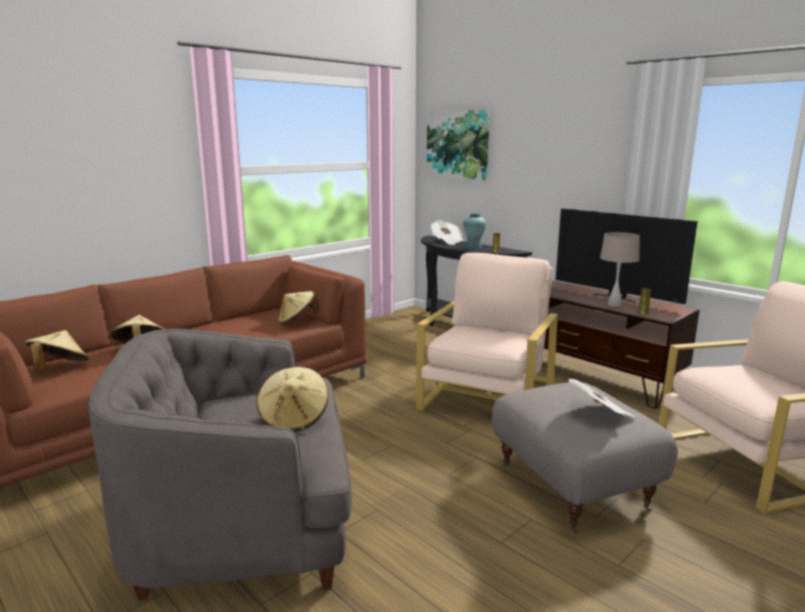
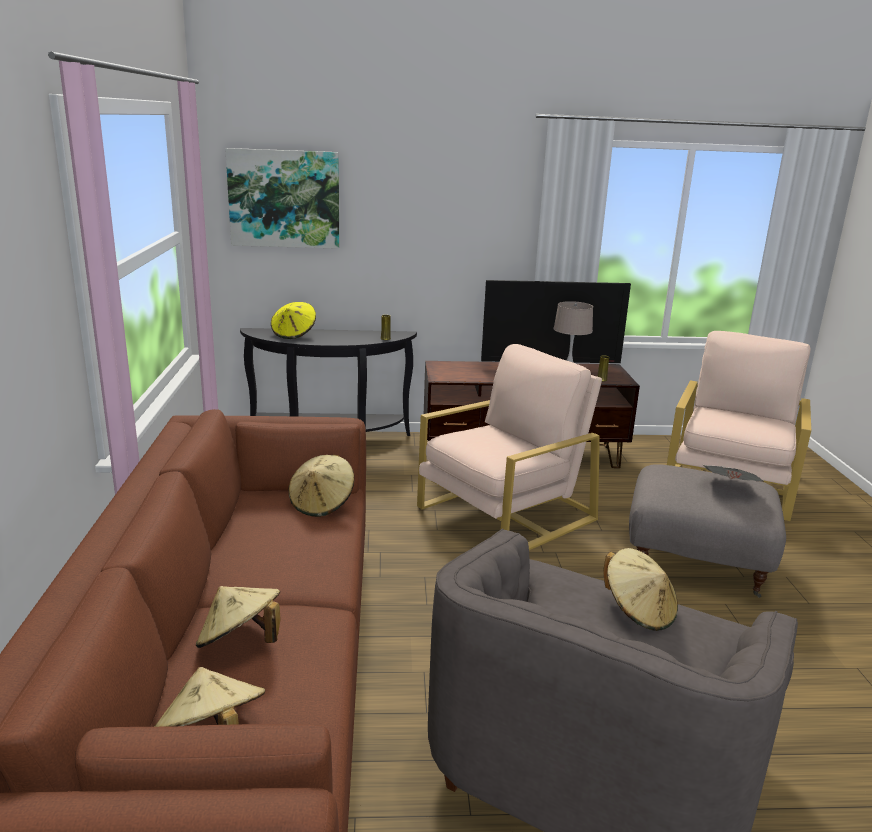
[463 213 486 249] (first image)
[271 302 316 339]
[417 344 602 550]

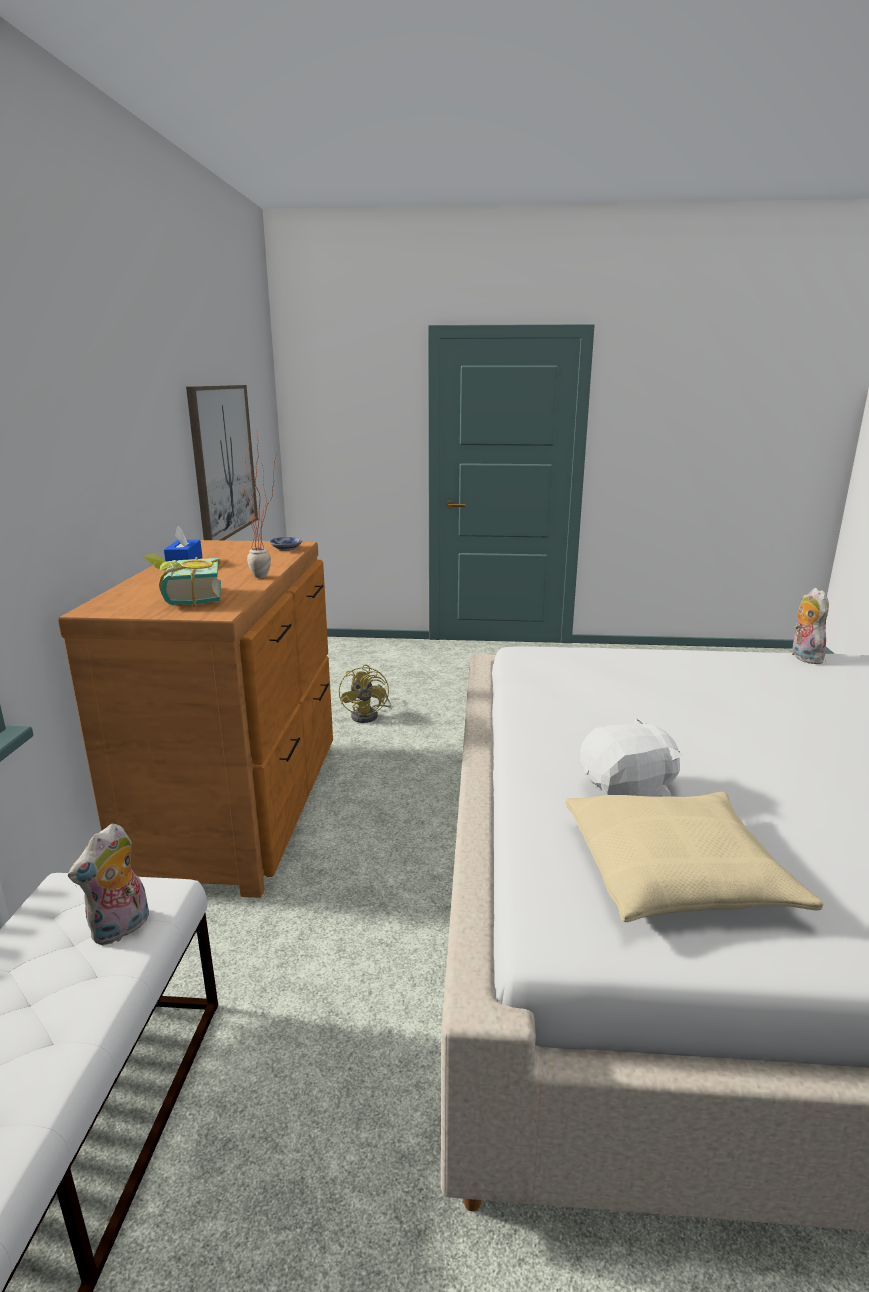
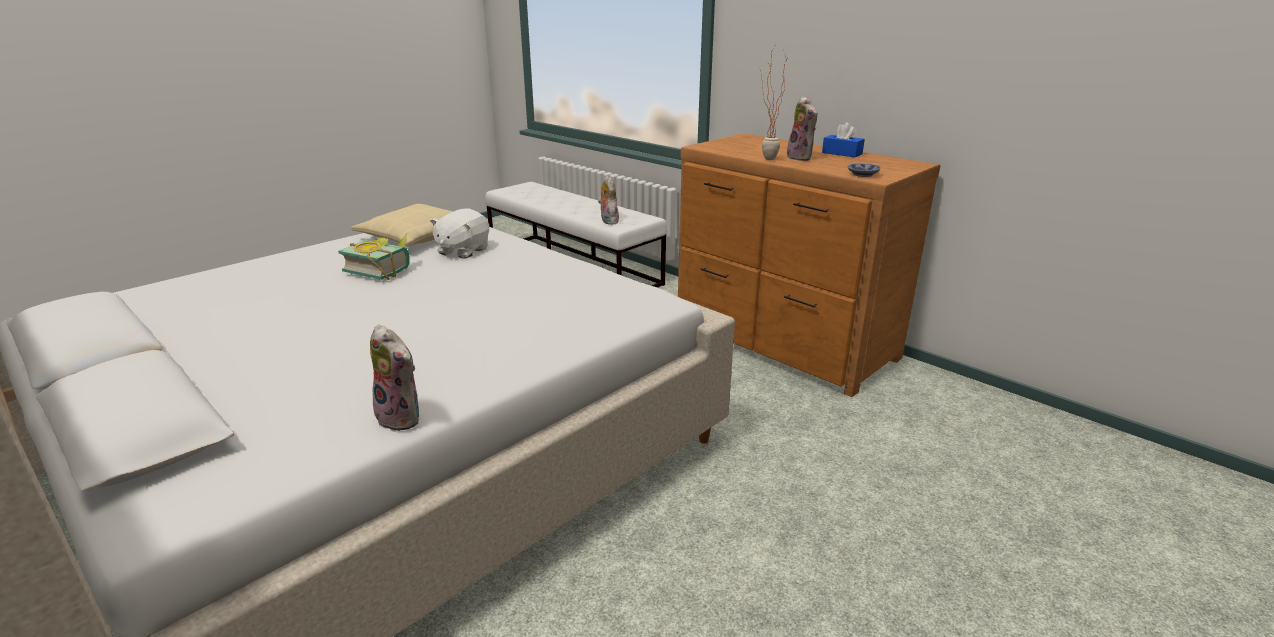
[186 385 258 540] (first image)
[338 233 410 280]
[339 664 391 723] (first image)
[785 96 817 161]

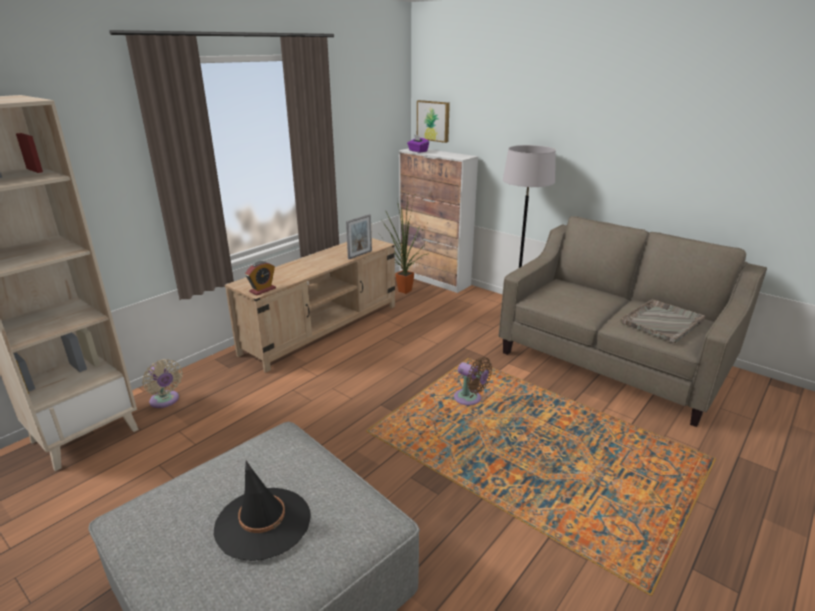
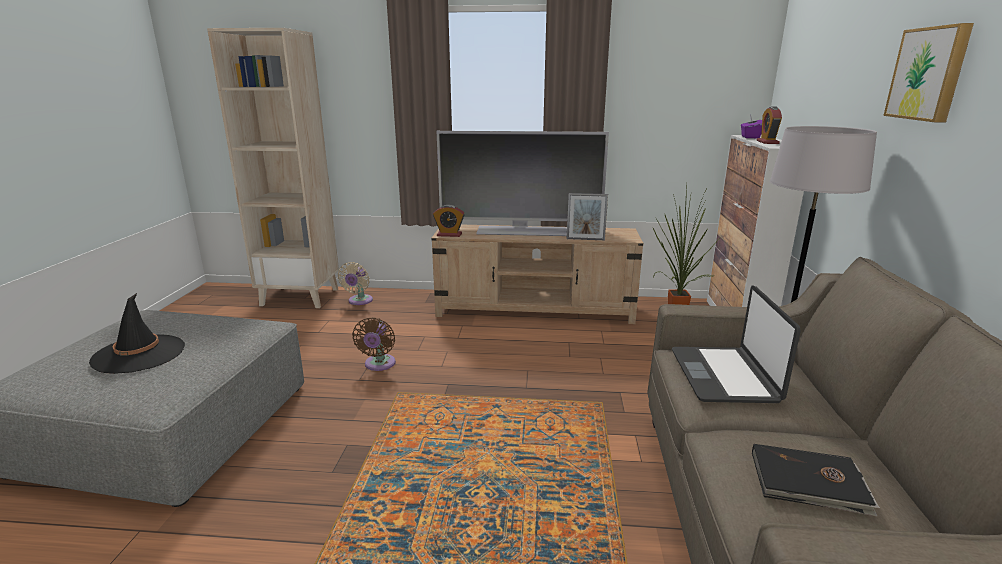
[883 23 974 122]
[752 444 880 517]
[352 317 396 371]
[757 107 782 144]
[436 131 609 236]
[672 285 801 403]

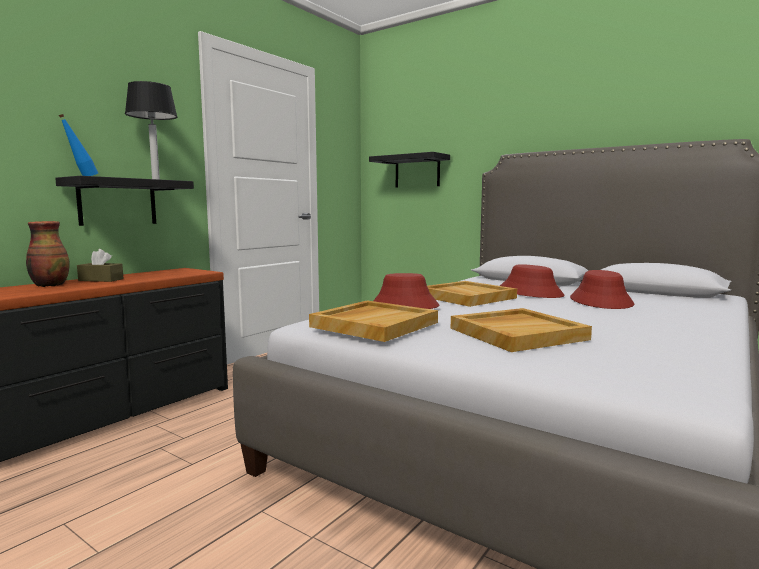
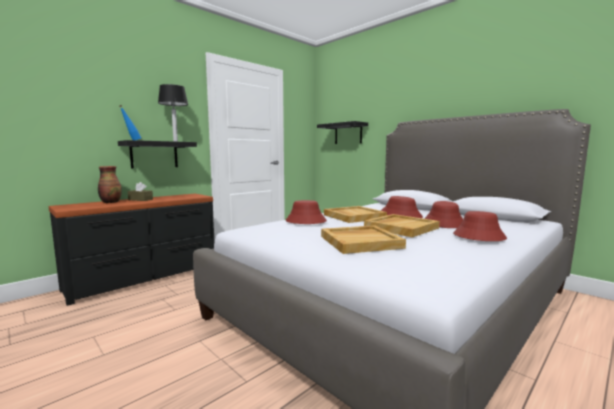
[364 214 440 237]
[453 211 507 241]

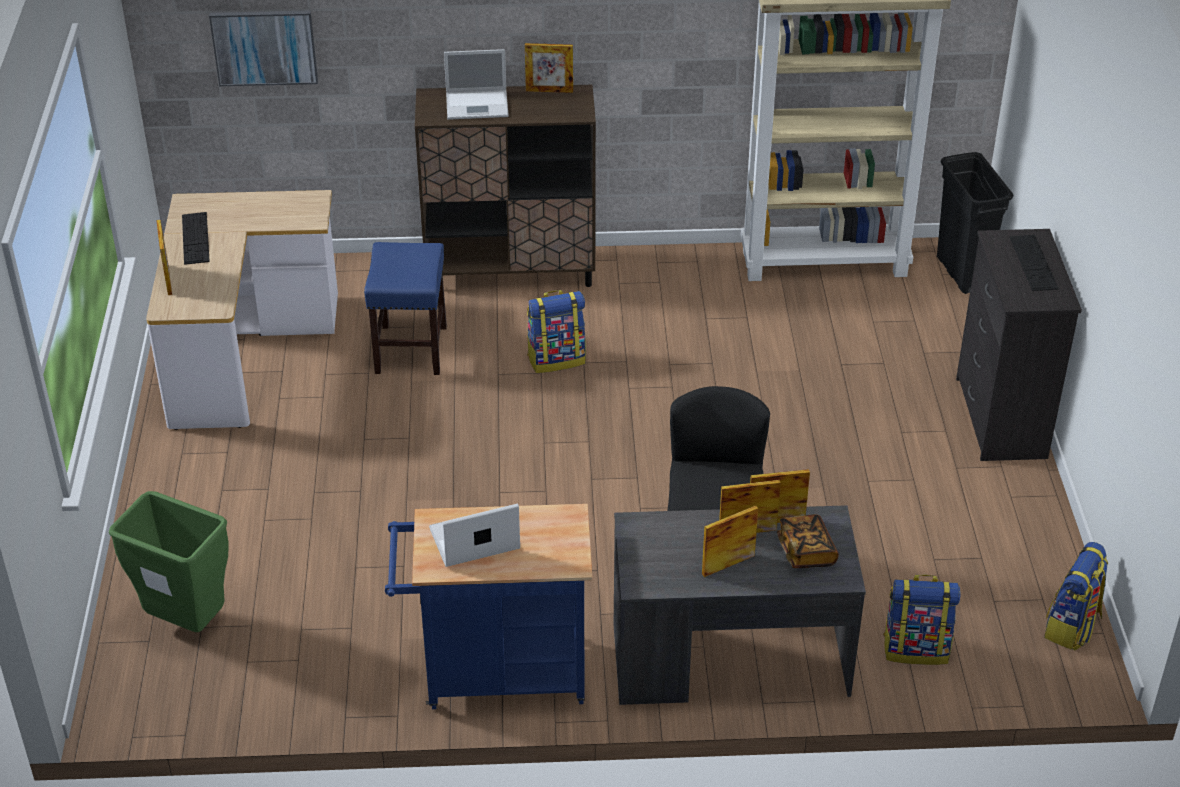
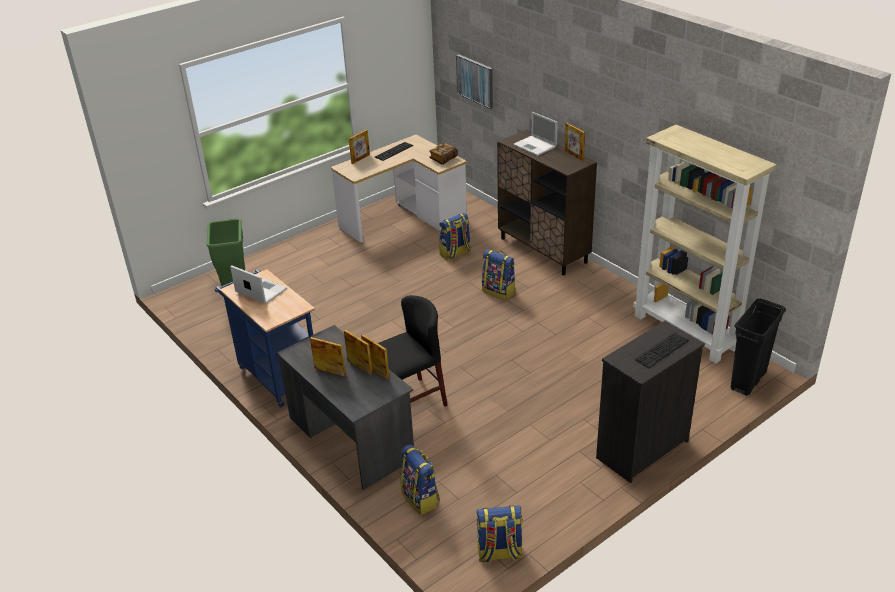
[439 213 471 261]
[429 143 458 165]

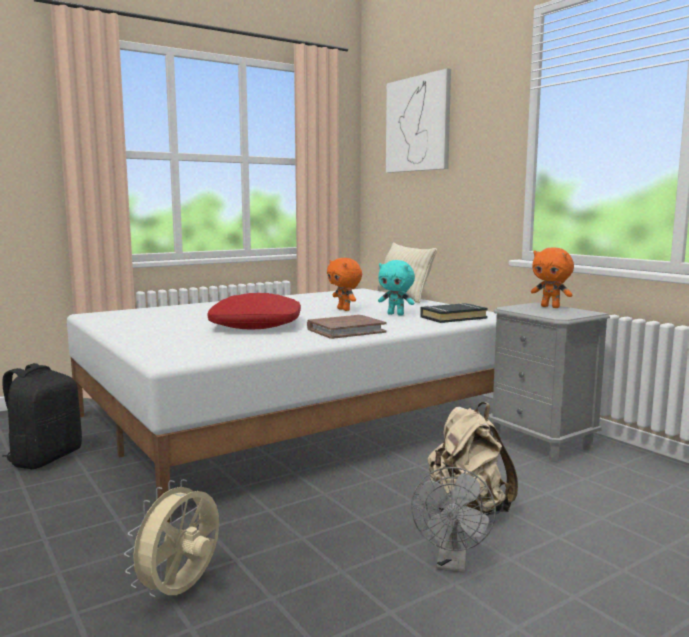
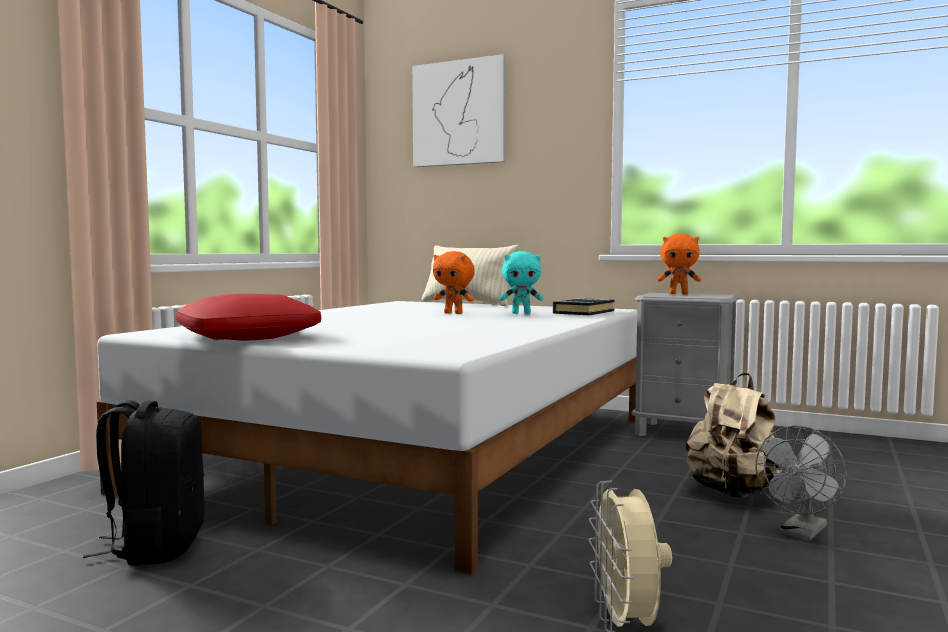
[176 294 321 341]
[307 315 387 339] (first image)
[756 426 847 541]

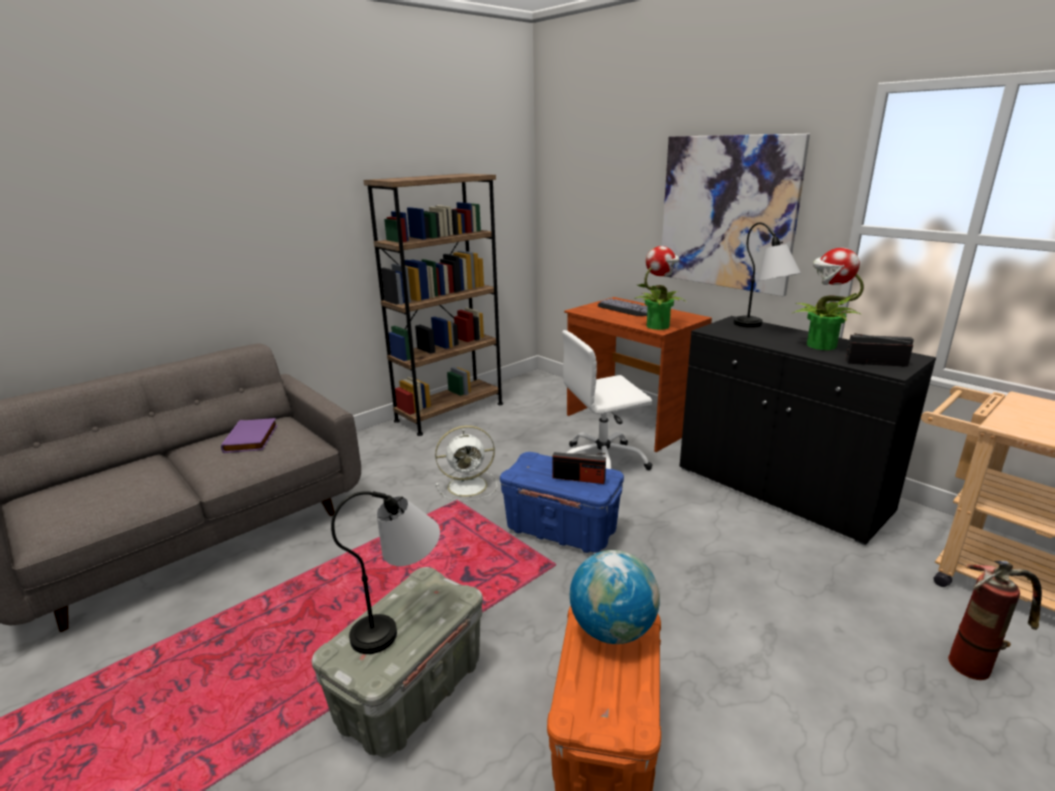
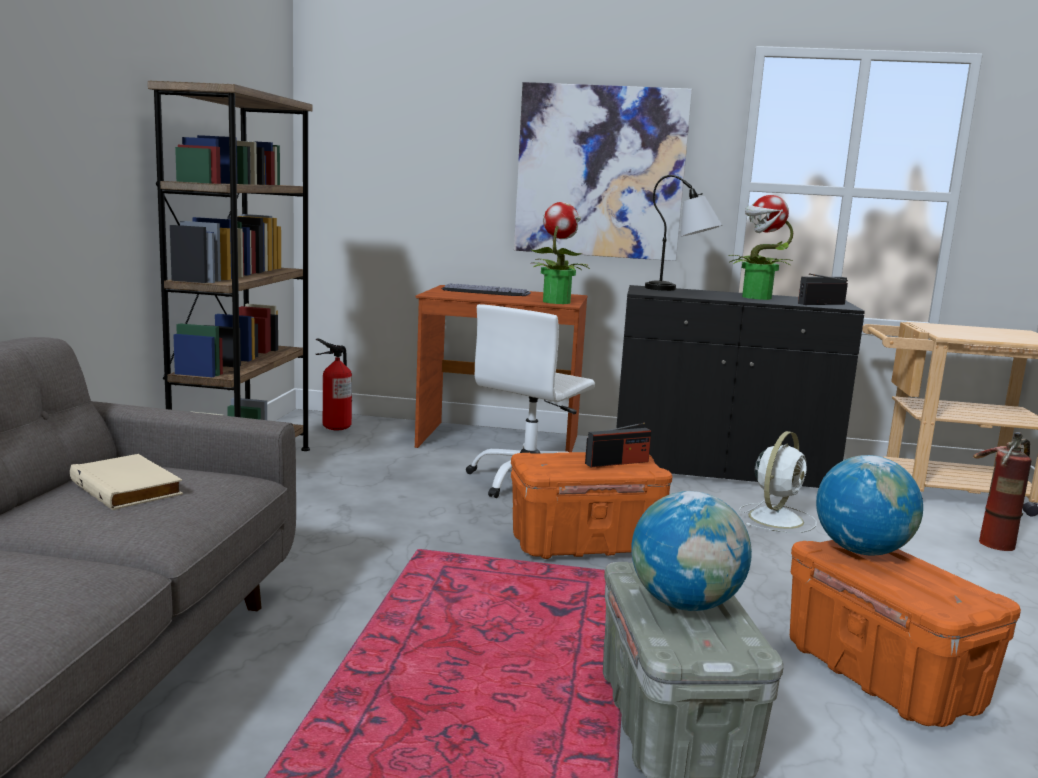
[70 454 183 510]
[739 431 817 533]
[511 452 672 559]
[631 491 752 611]
[316 339 352 430]

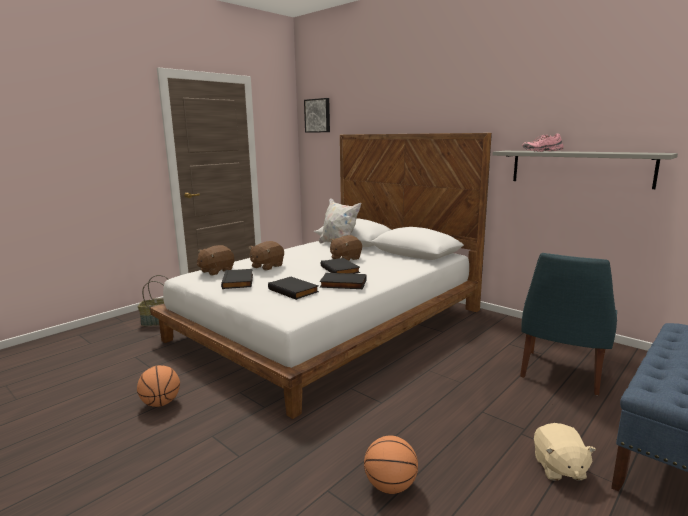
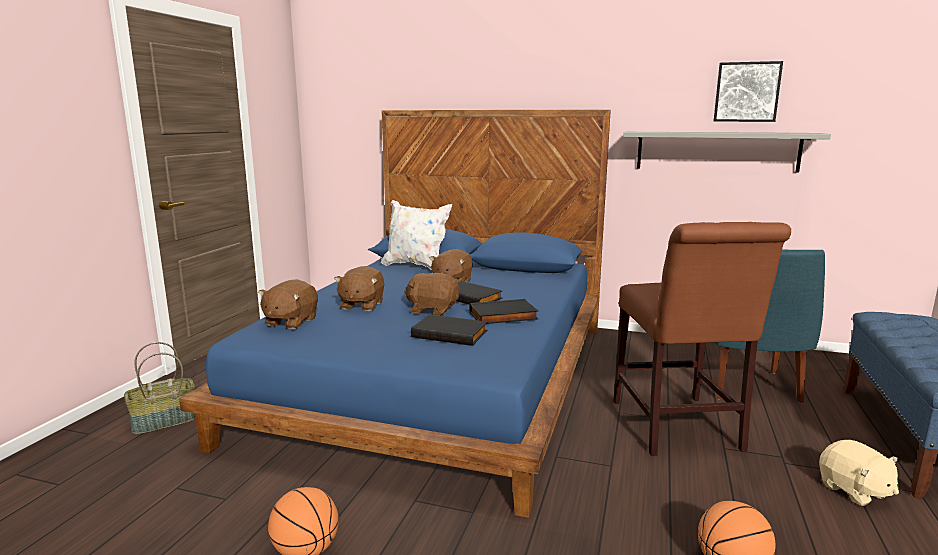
[714 61 783 122]
[179 109 611 518]
[522 134 564 152] (first image)
[221 269 253 289] (first image)
[614 222 791 456]
[404 273 460 316]

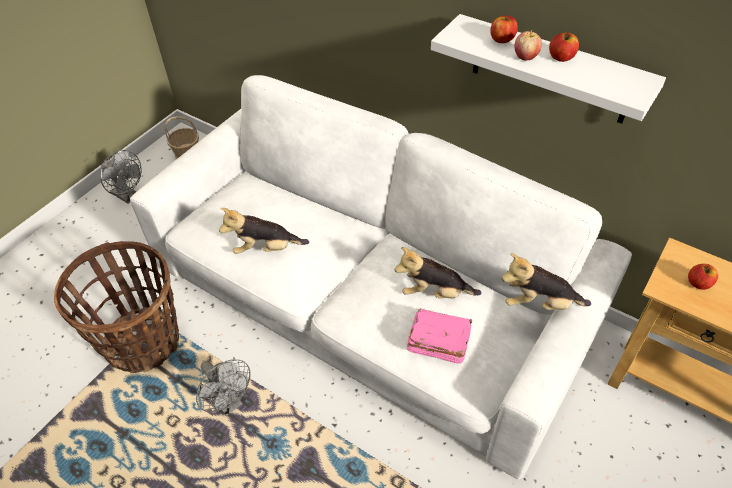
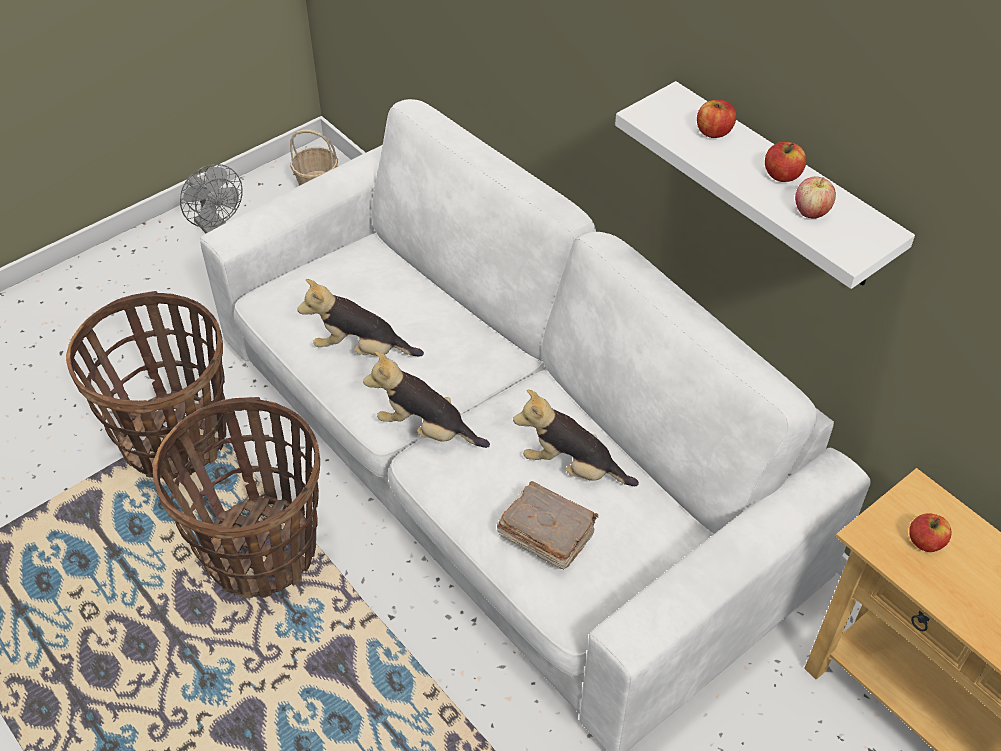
[795 176 836 219]
[363 351 490 448]
[497 481 598 569]
[153 397 320 598]

